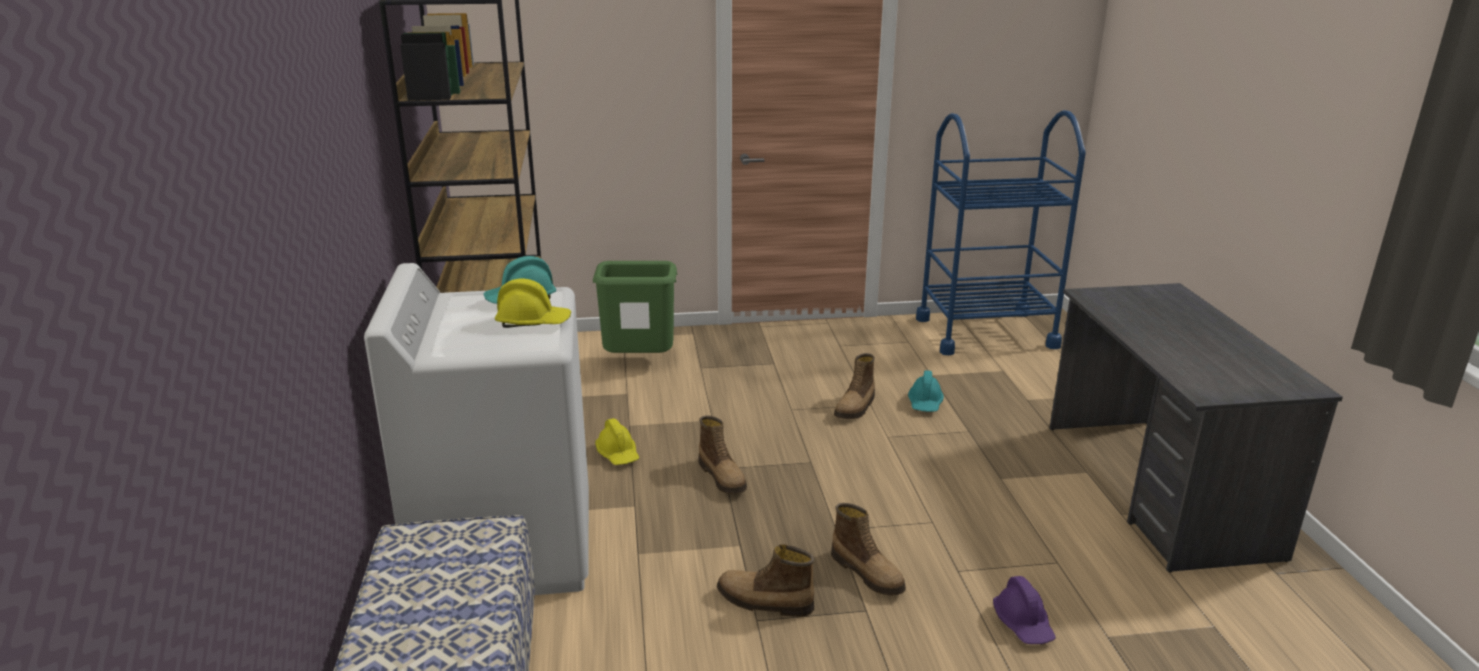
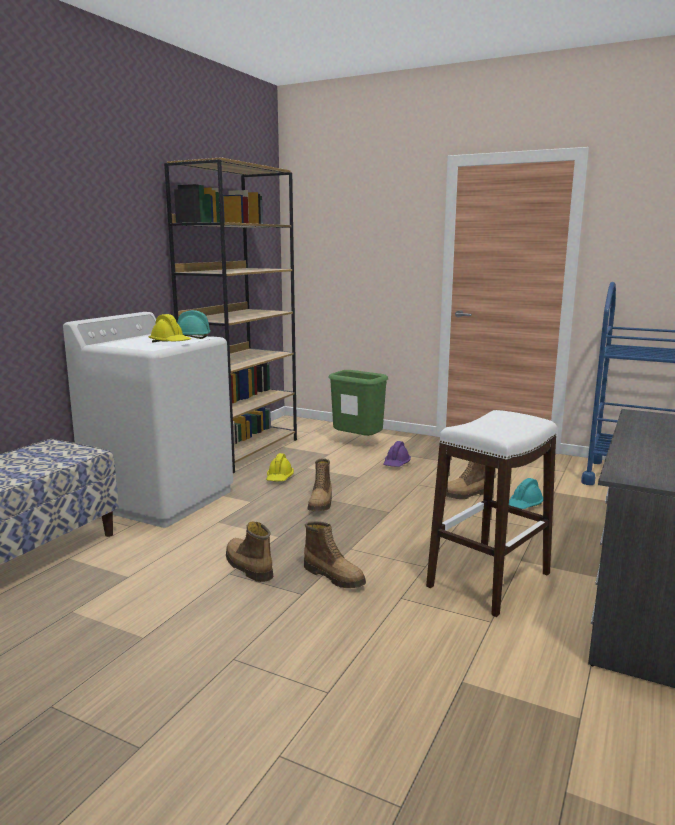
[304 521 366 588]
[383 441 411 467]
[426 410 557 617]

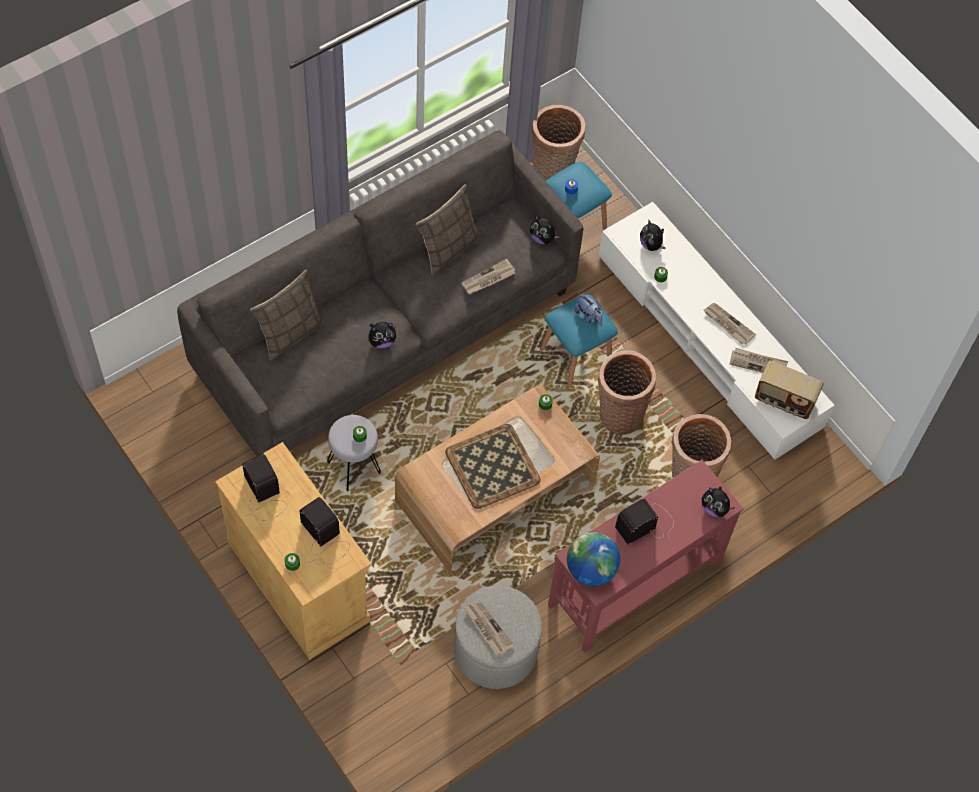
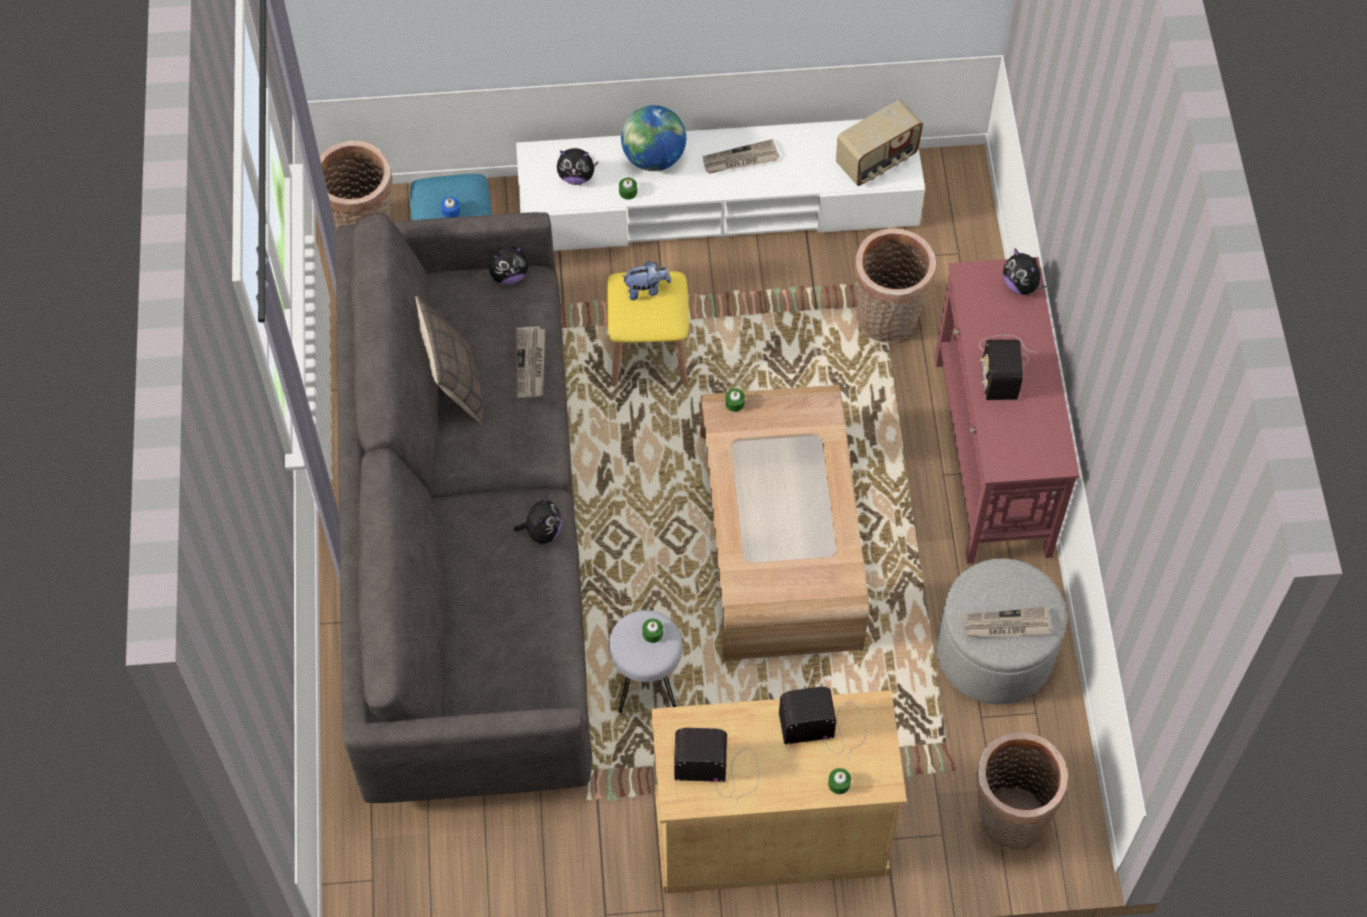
[250 270 325 361] (first image)
[607 271 689 386]
[729 348 788 373] (first image)
[975 732 1068 850]
[445 424 541 509] (first image)
[1003 249 1046 295]
[621 105 686 171]

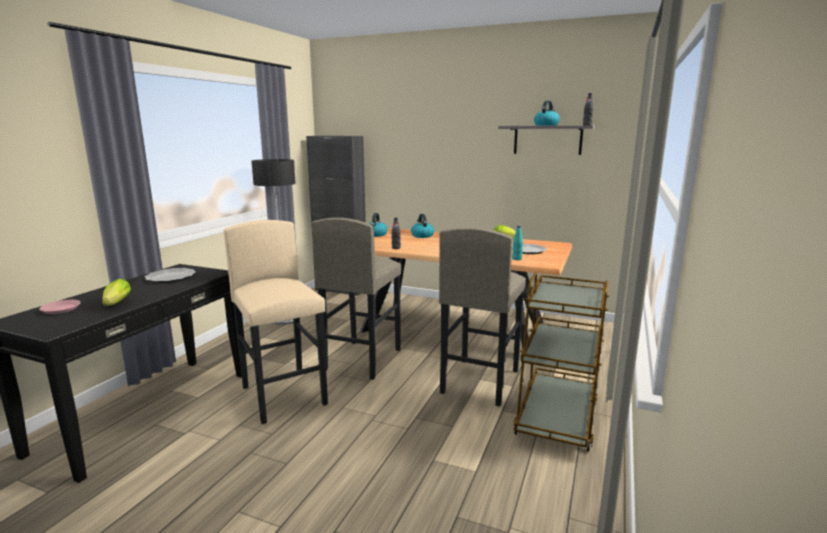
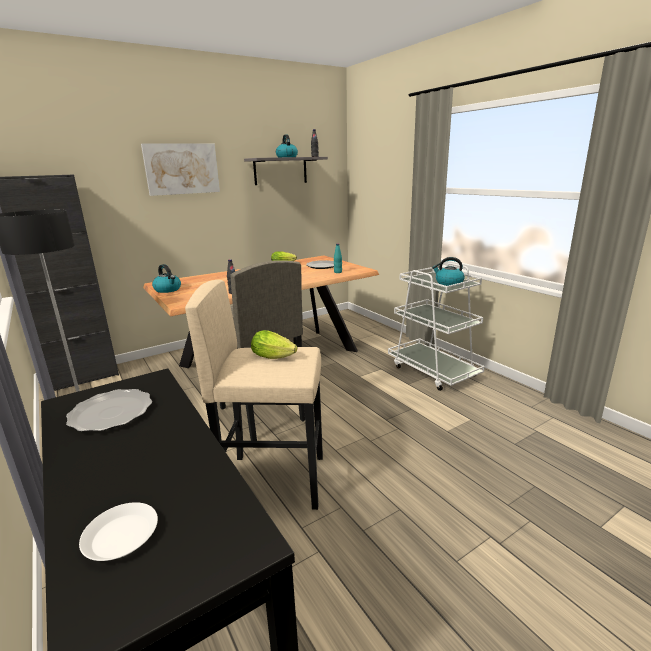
[432 257 465 286]
[439 227 526 407] (first image)
[388 263 485 391]
[251 330 297 359]
[79 502 158 561]
[141 143 220 196]

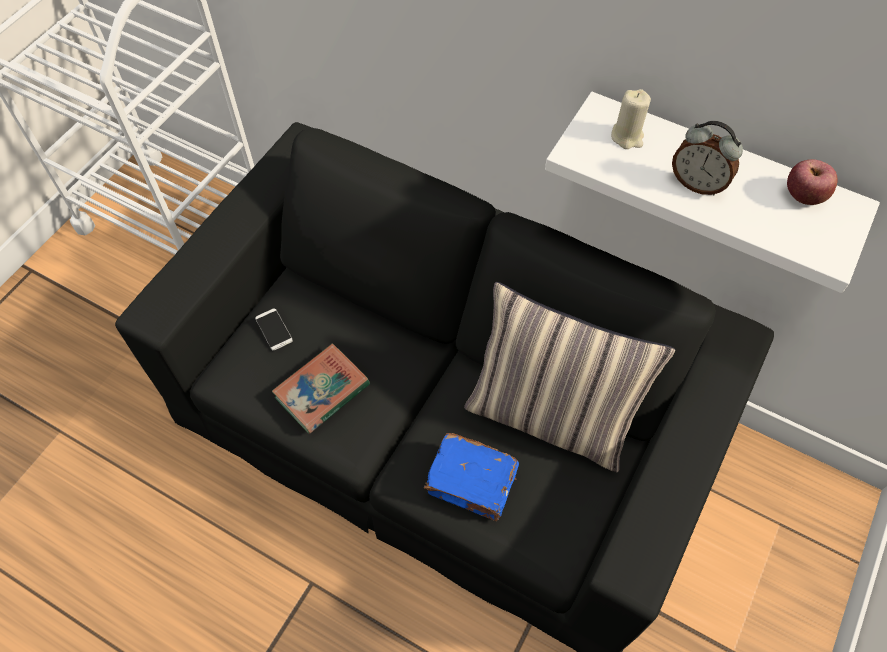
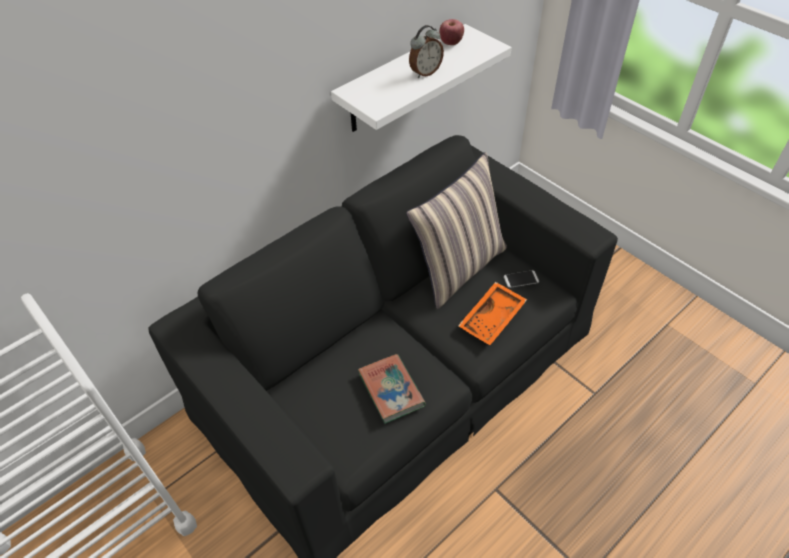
[611 89 651 149] (first image)
[504 270 539 288]
[458 282 527 345]

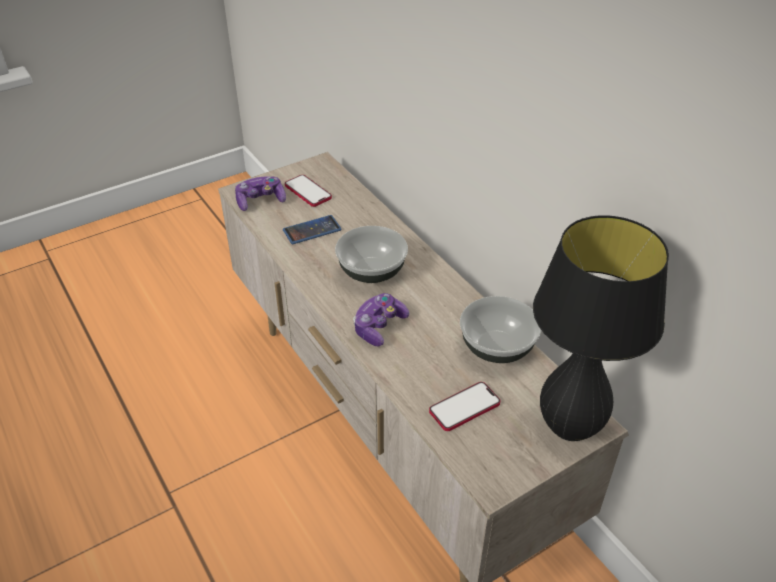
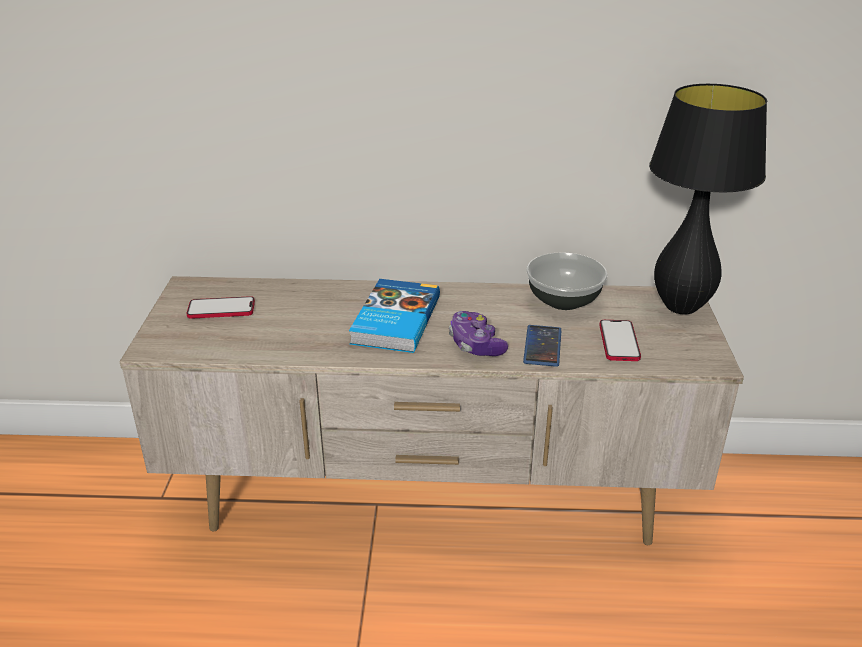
[235 177 286 211] (first image)
[523 325 561 367]
[349 279 440 353]

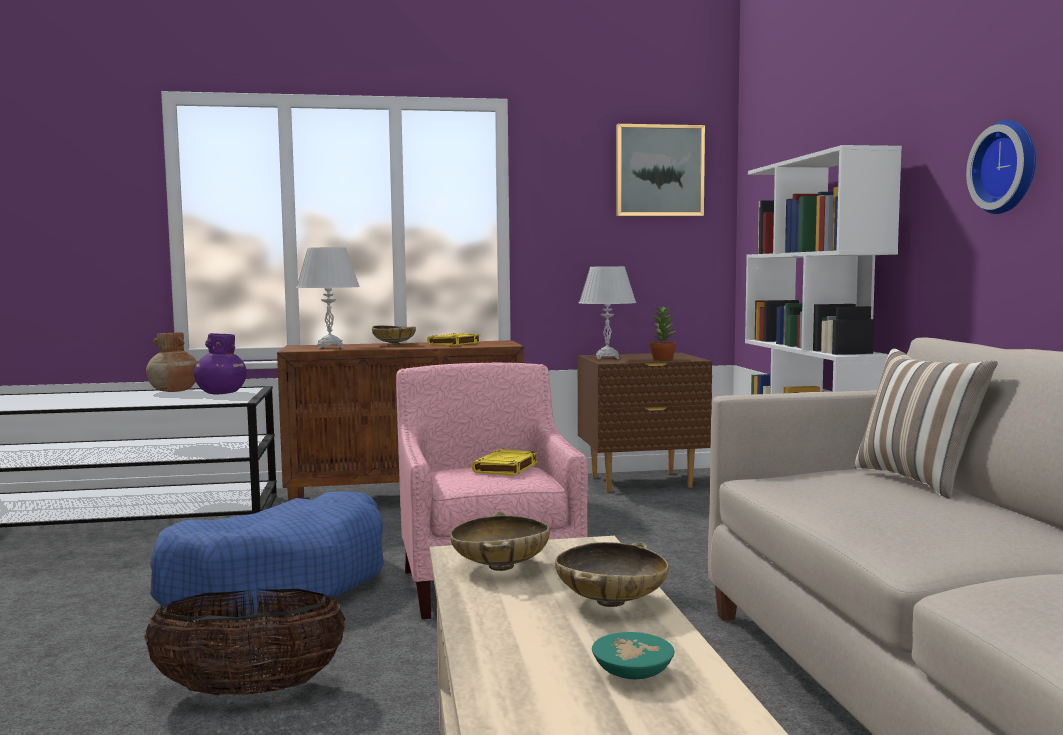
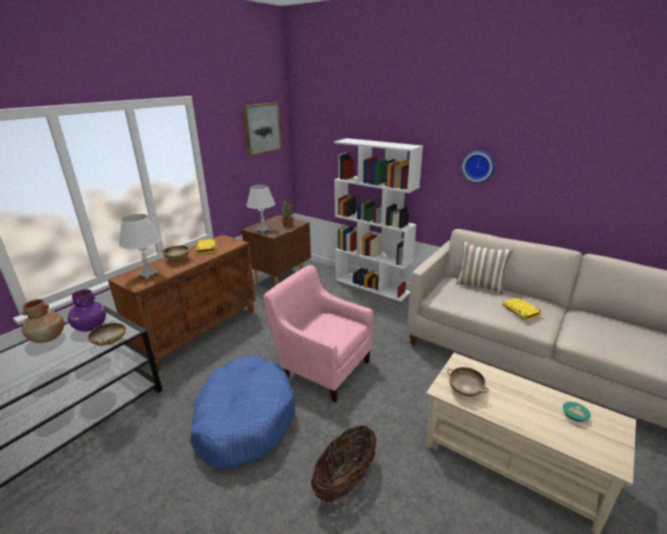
[503 297 542 320]
[88 321 126 346]

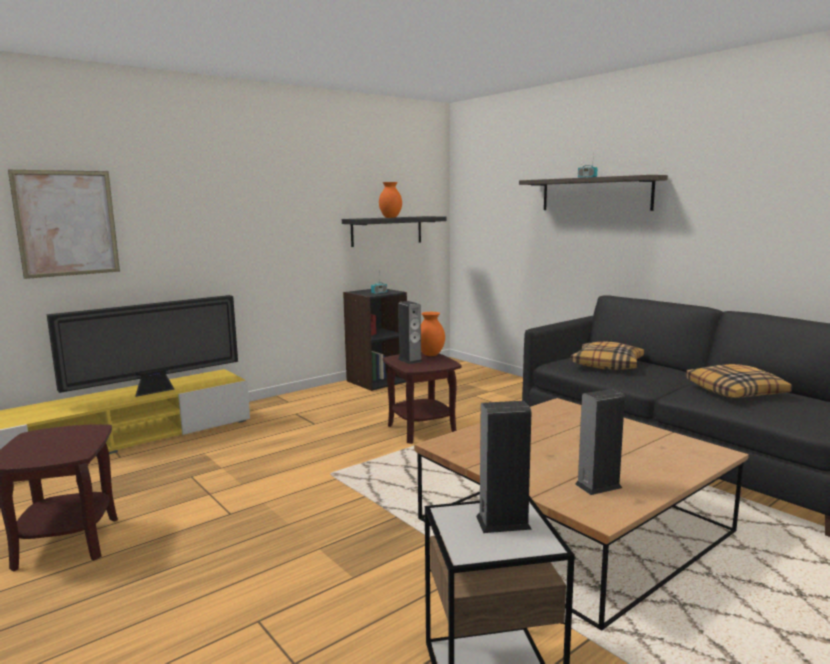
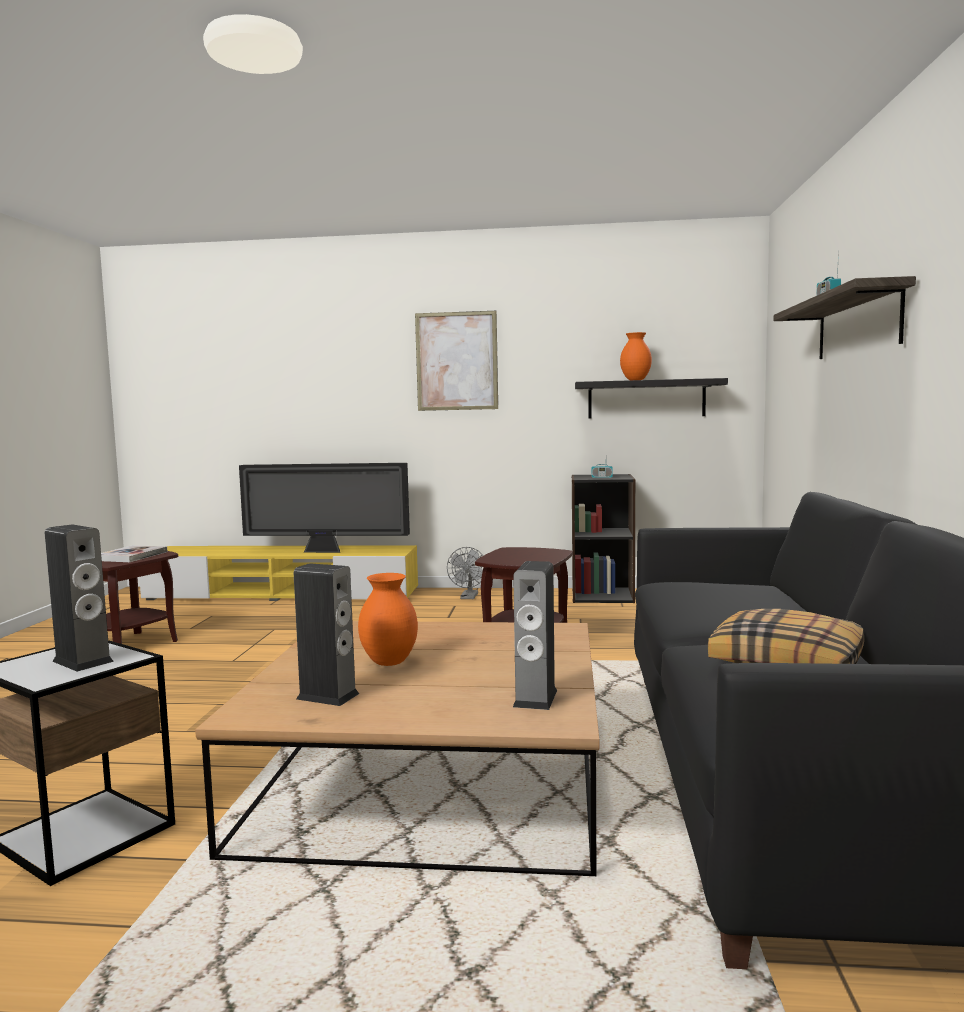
[415 311 498 411]
[513 561 557 710]
[358 573 418 666]
[571 341 644 370] (first image)
[101 545 167 562]
[447 547 483 599]

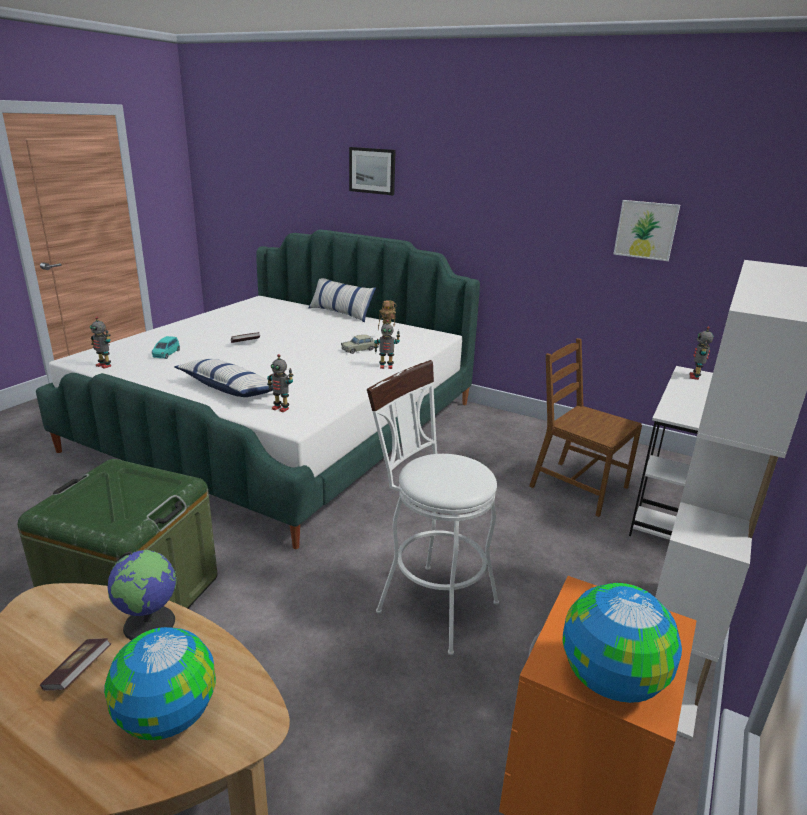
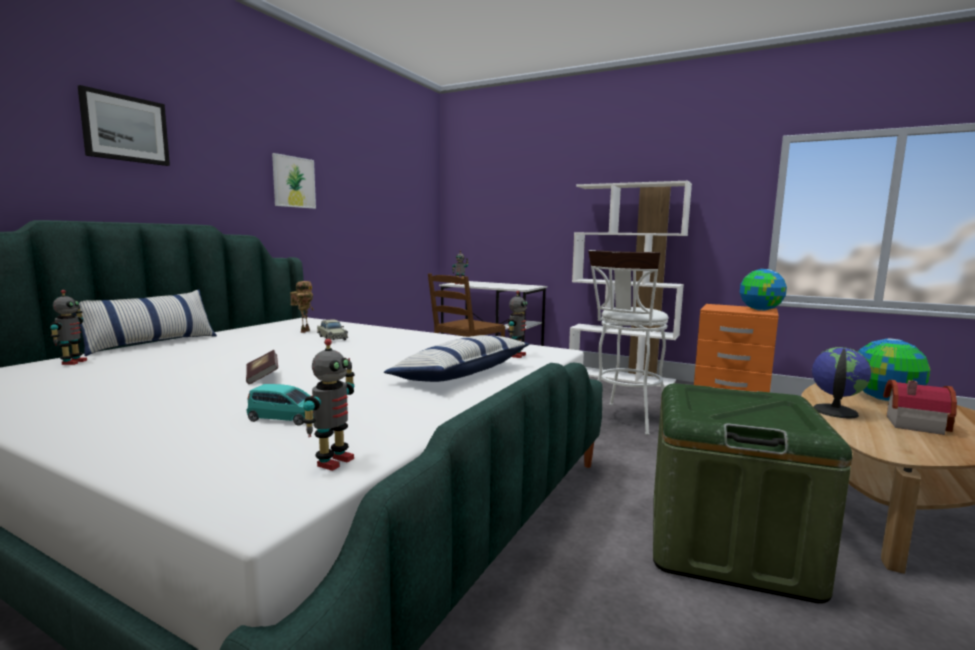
[272 153 316 209]
[50 290 87 365]
[883 380 957 435]

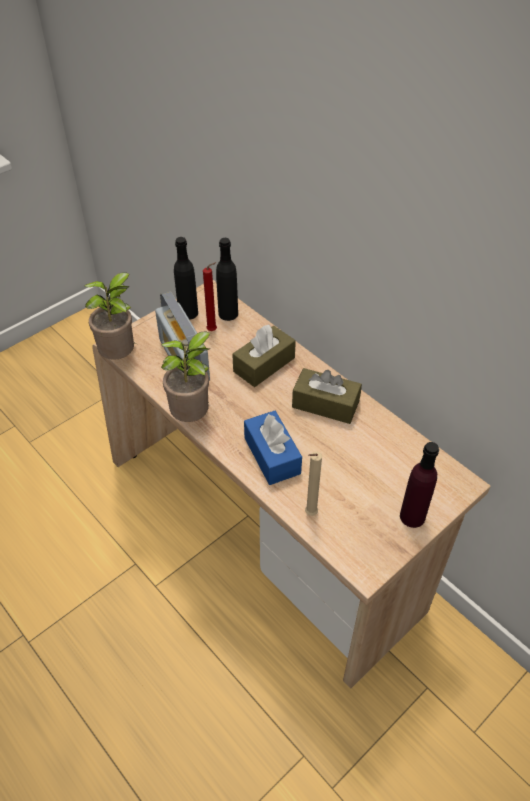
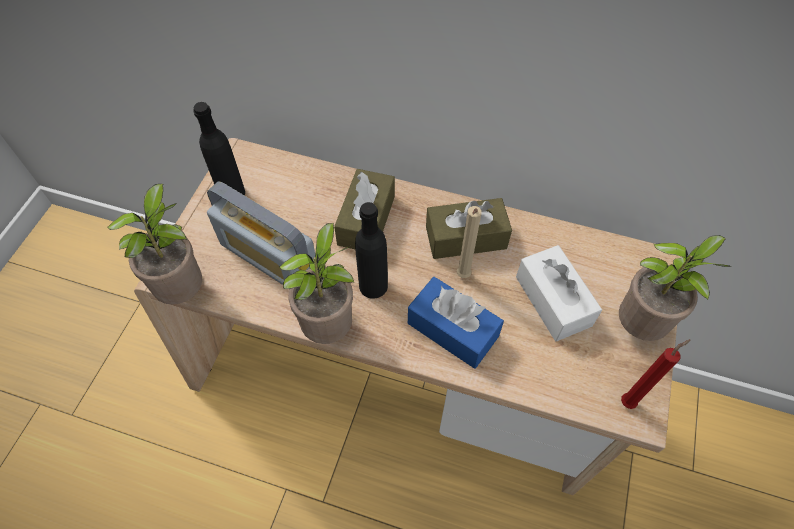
[355 202 388 299]
[621 339 691 409]
[619 235 731 341]
[457 206 482 278]
[516 245 602 342]

